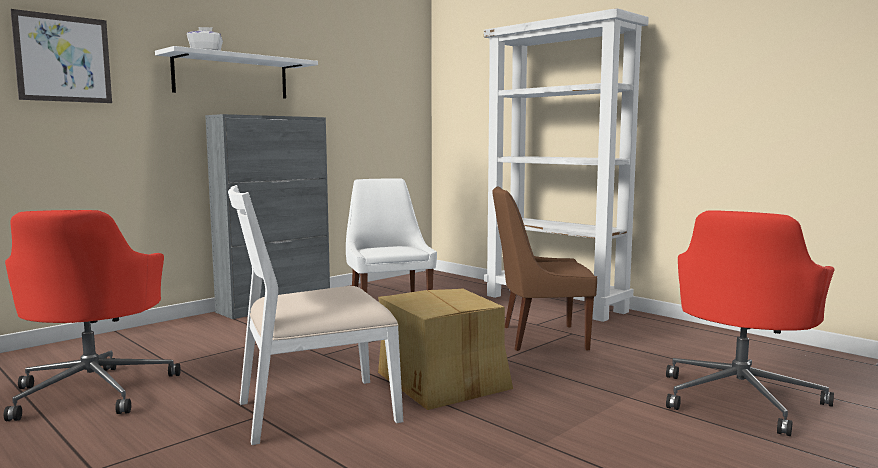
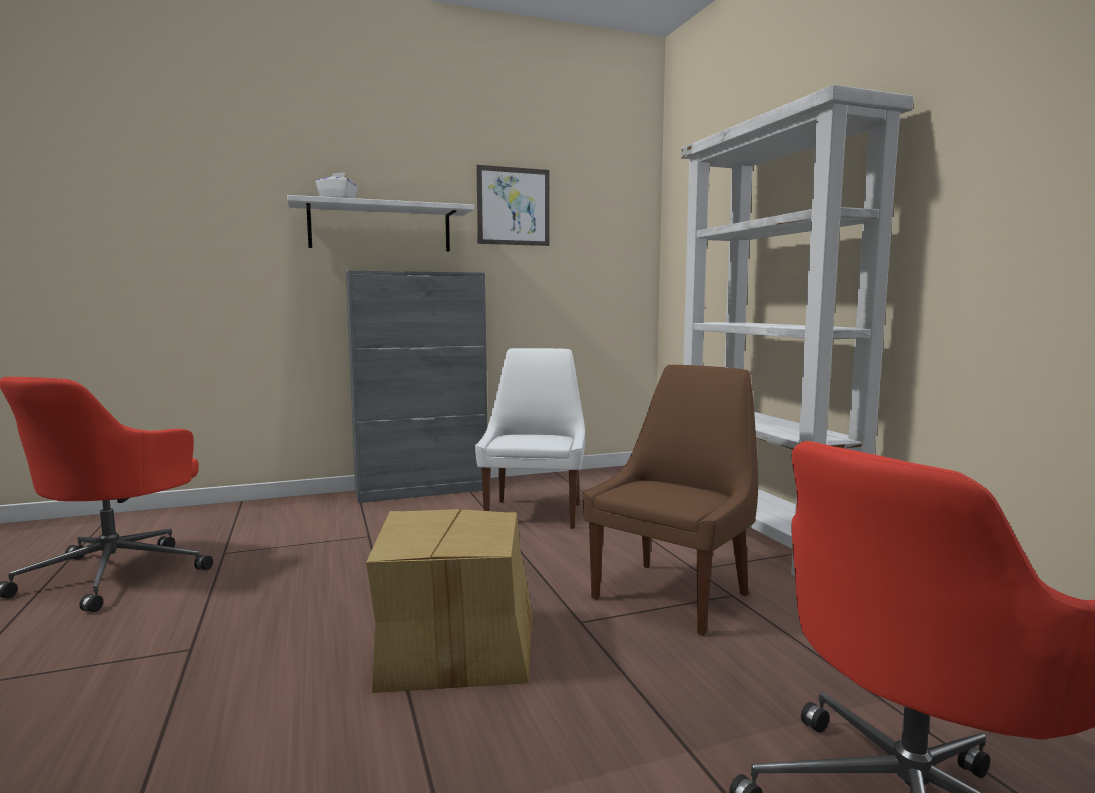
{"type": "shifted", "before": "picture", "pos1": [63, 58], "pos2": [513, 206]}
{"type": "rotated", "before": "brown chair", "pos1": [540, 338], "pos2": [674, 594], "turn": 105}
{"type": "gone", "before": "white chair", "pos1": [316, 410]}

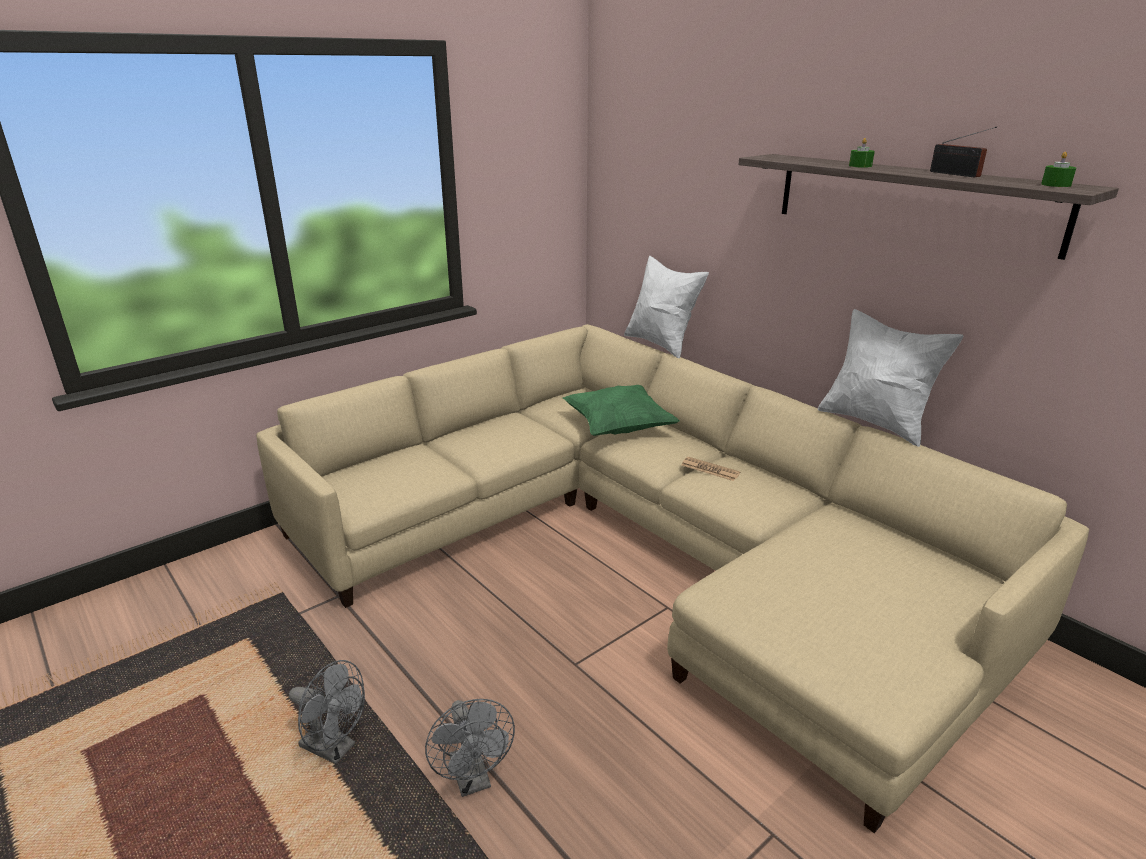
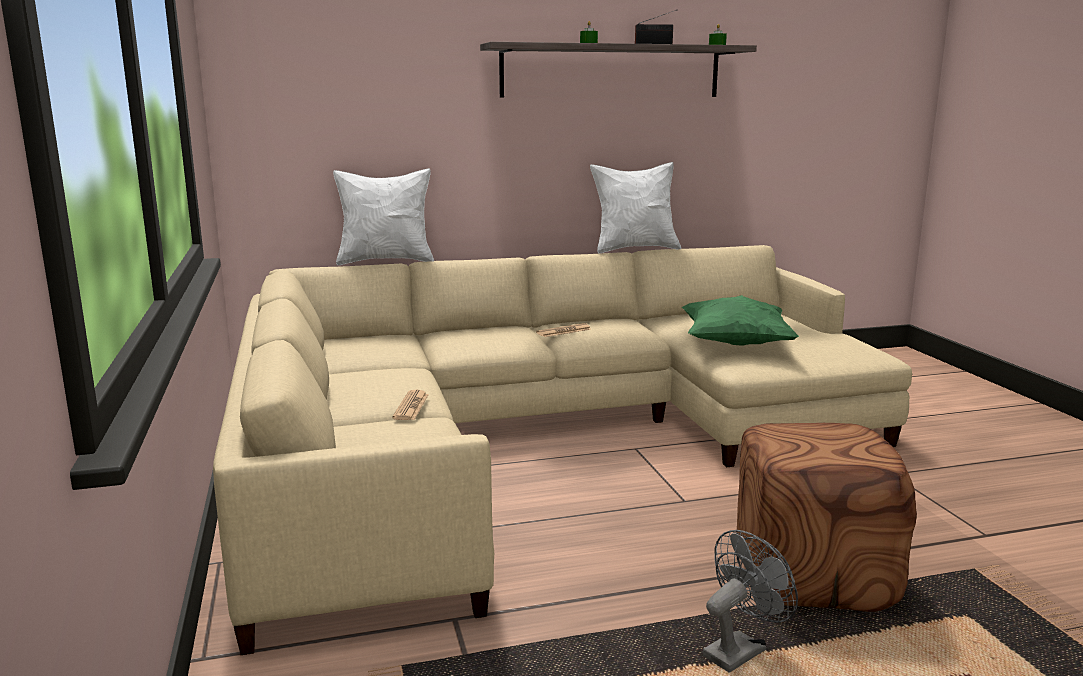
{"type": "new", "after": "newspaper", "pos2": [411, 406]}
{"type": "shifted", "before": "green pillow", "pos1": [618, 428], "pos2": [735, 344]}
{"type": "swapped", "before": "grey fan", "after": "brown ottoman", "pos1": [473, 780], "pos2": [810, 574]}

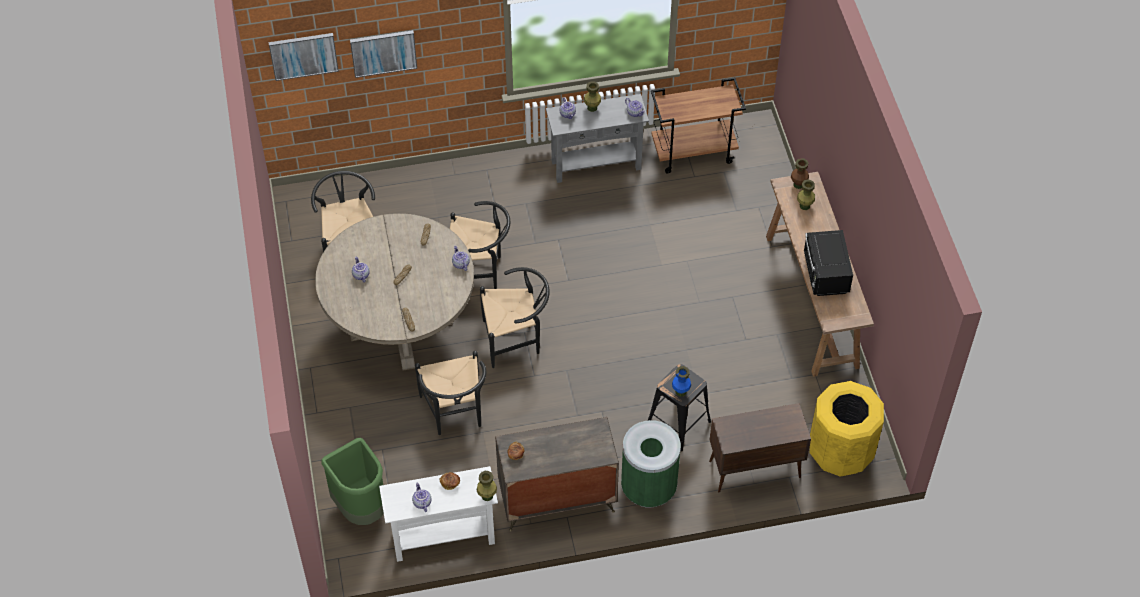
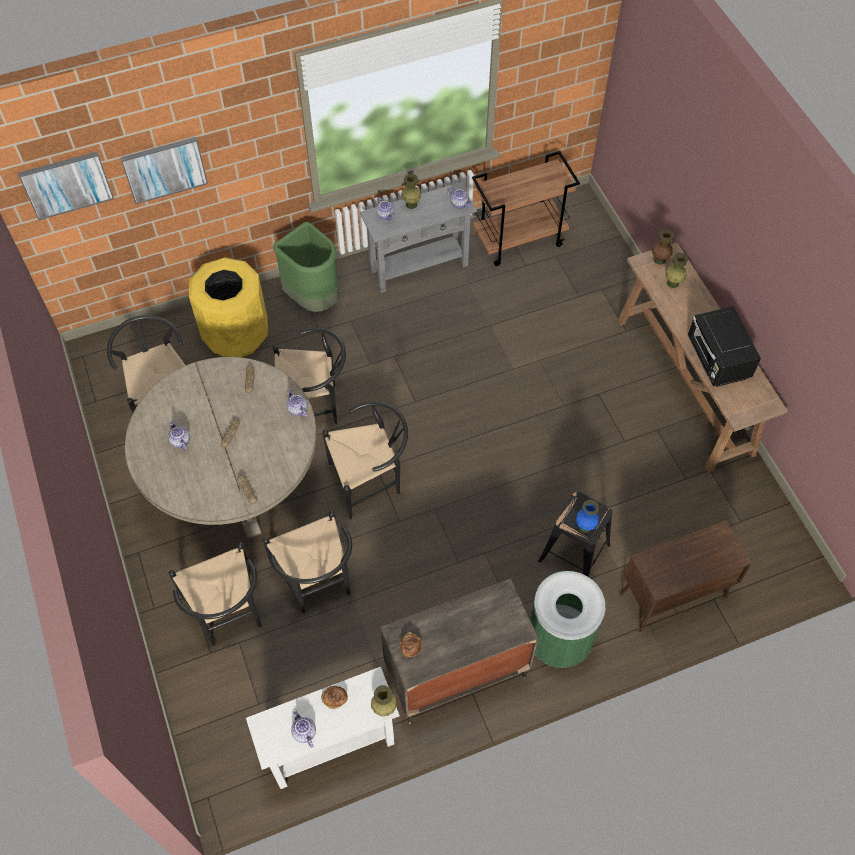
{"type": "new", "after": "black chair", "pos2": [229, 615]}
{"type": "shifted", "before": "yellow trash can", "pos1": [840, 452], "pos2": [236, 335]}
{"type": "shifted", "before": "green trash can", "pos1": [361, 507], "pos2": [314, 299]}

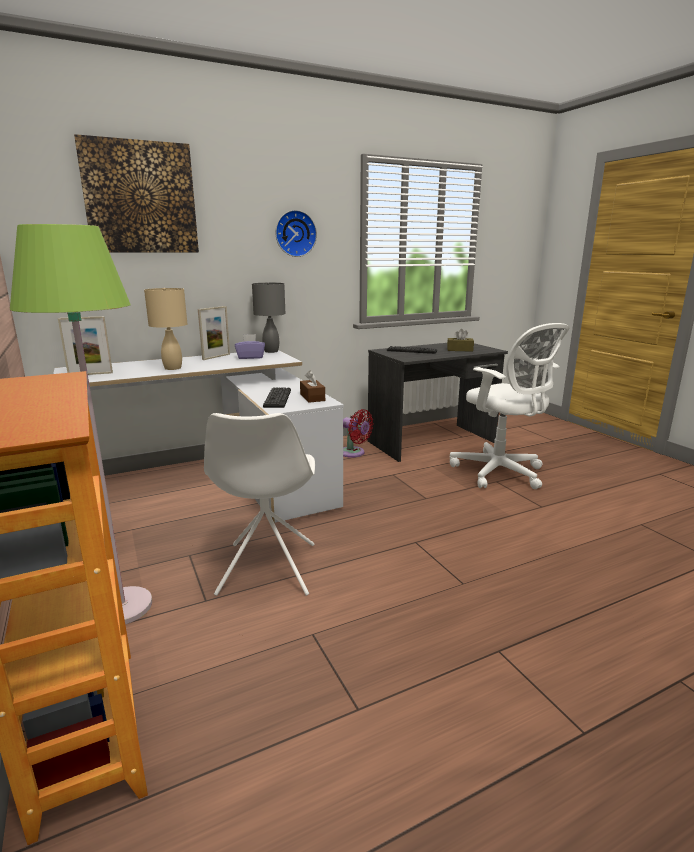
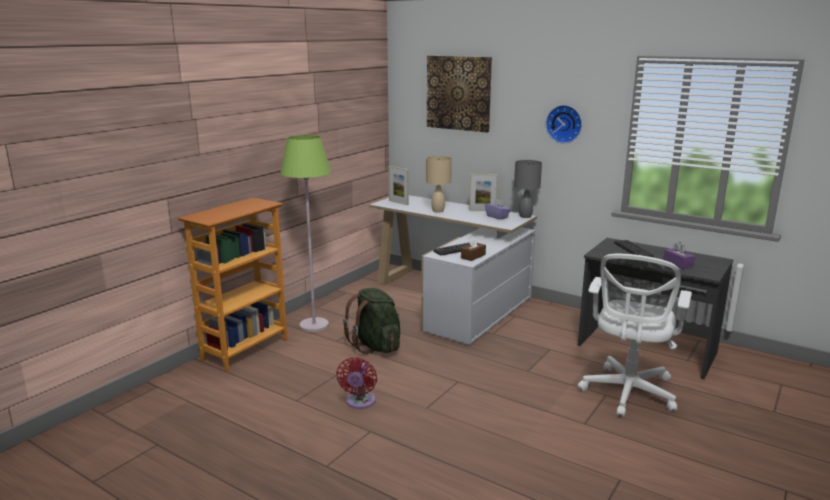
{"type": "shifted", "before": "red fan", "pos1": [354, 453], "pos2": [359, 402]}
{"type": "swapped", "before": "white chair", "after": "green backpack", "pos1": [267, 570], "pos2": [376, 346]}
{"type": "repainted", "before": "brown tissue box", "after": "purple tissue box", "pos1": [460, 350], "pos2": [678, 263]}

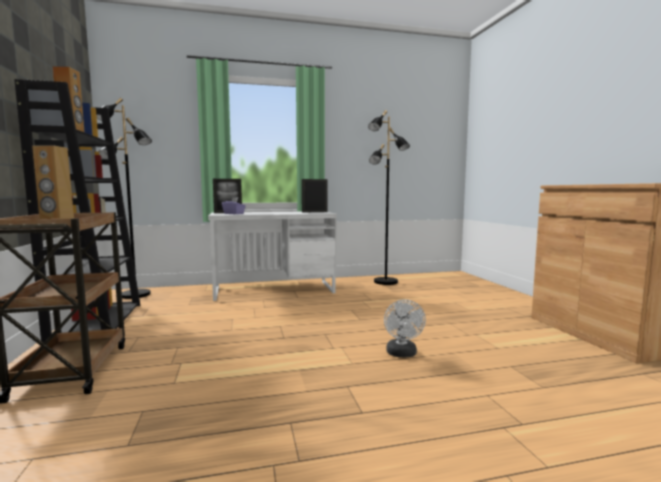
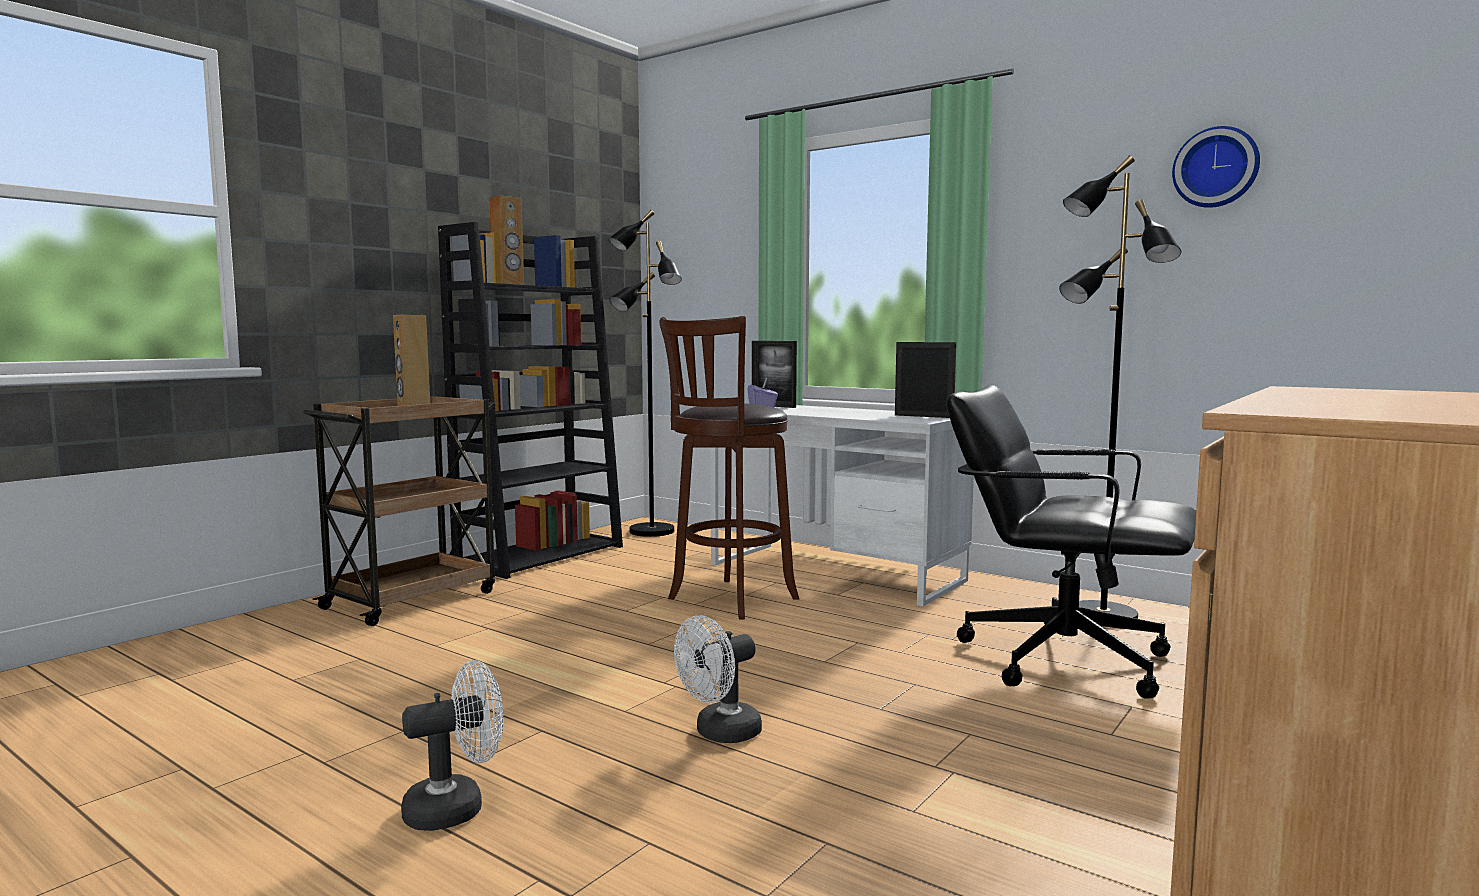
{"type": "new", "after": "white fan", "pos2": [457, 808]}
{"type": "new", "after": "brown stool", "pos2": [728, 600]}
{"type": "new", "after": "black office chair", "pos2": [1062, 658]}
{"type": "new", "after": "wall clock", "pos2": [1216, 168]}

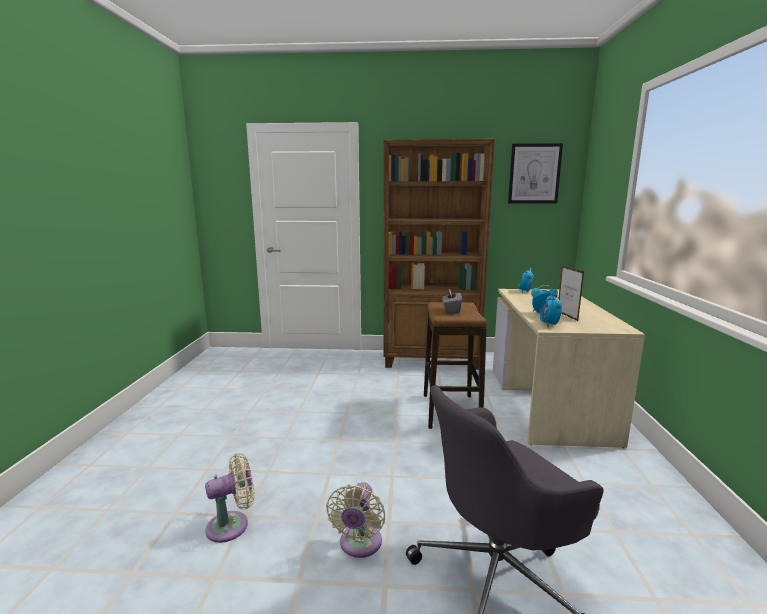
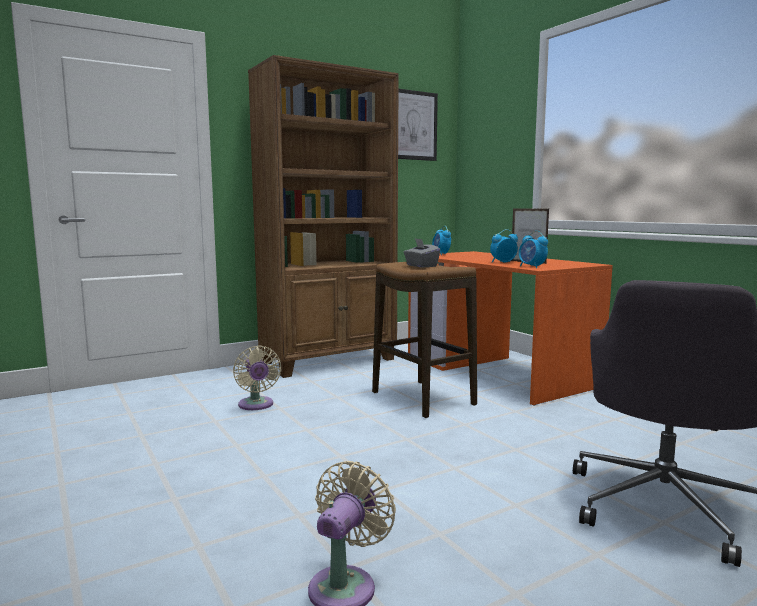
{"type": "shifted", "before": "beige fan", "pos1": [359, 545], "pos2": [256, 405]}
{"type": "repainted", "before": "beige desk", "after": "orange desk", "pos1": [549, 402], "pos2": [498, 371]}

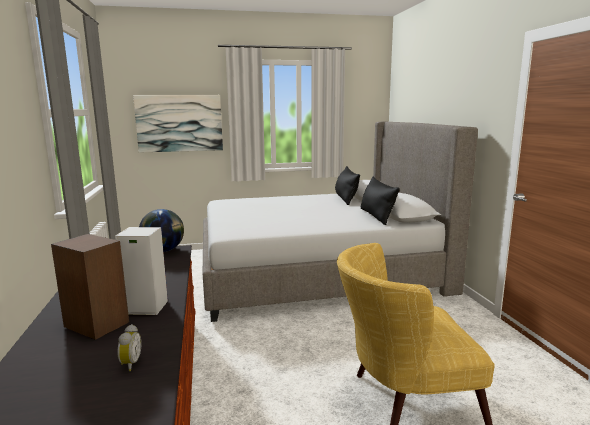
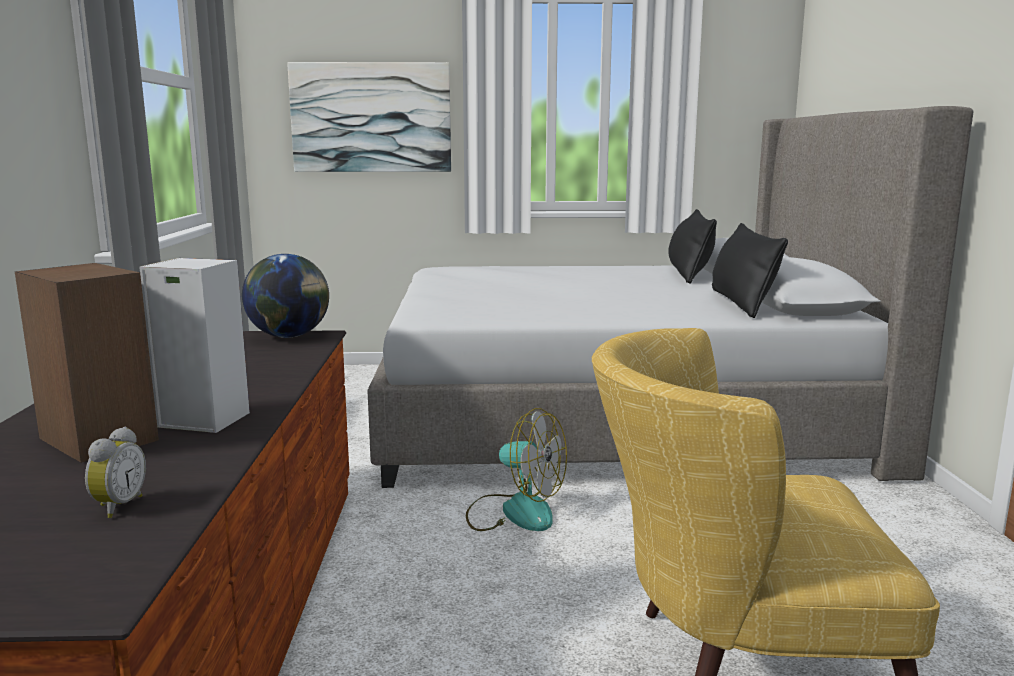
{"type": "new", "after": "fan", "pos2": [514, 512]}

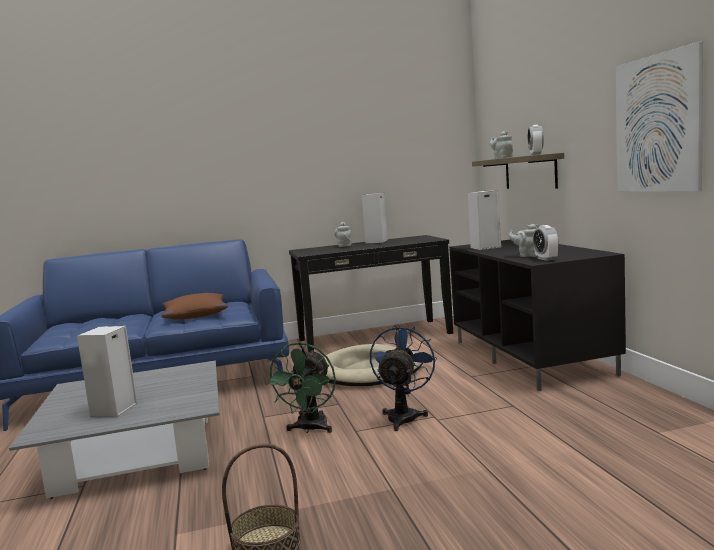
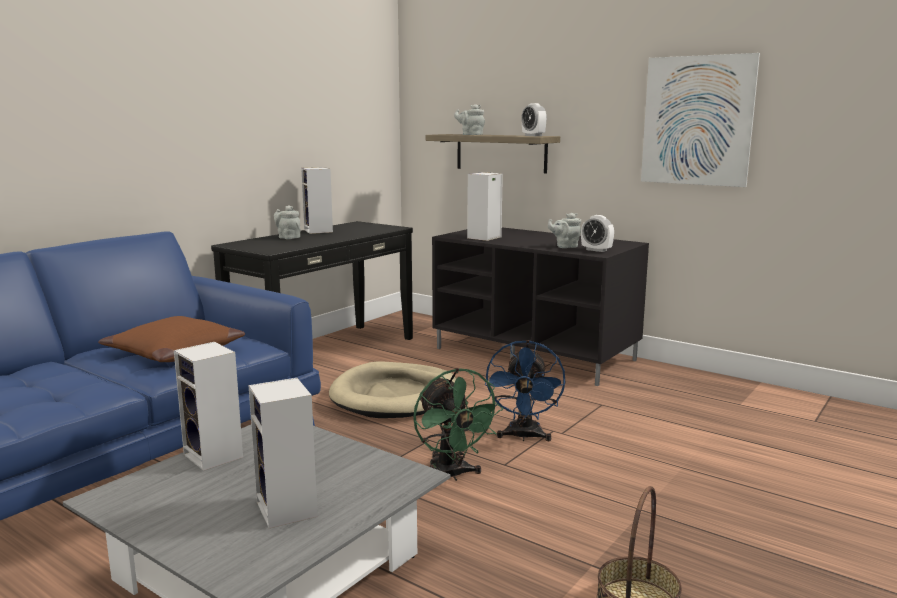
{"type": "new", "after": "speaker", "pos2": [215, 456]}
{"type": "rotated", "before": "blue fan", "pos1": [404, 416], "pos2": [524, 437], "turn": -150}

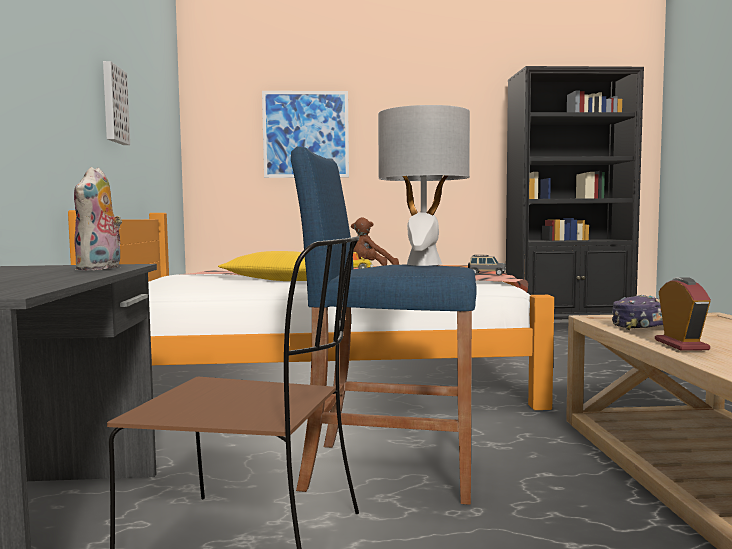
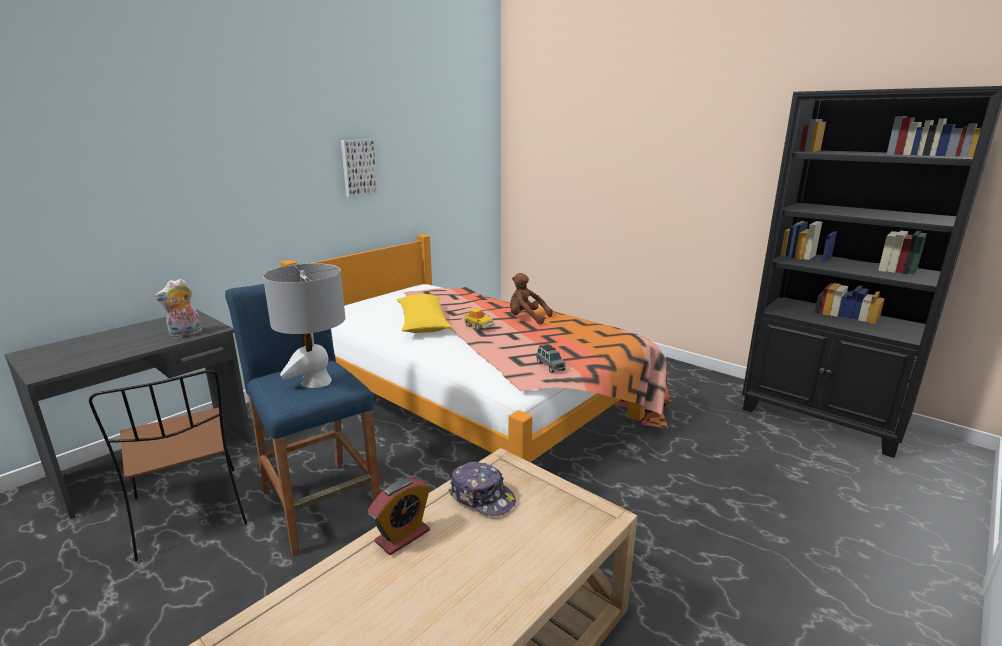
{"type": "gone", "before": "picture", "pos1": [306, 134]}

